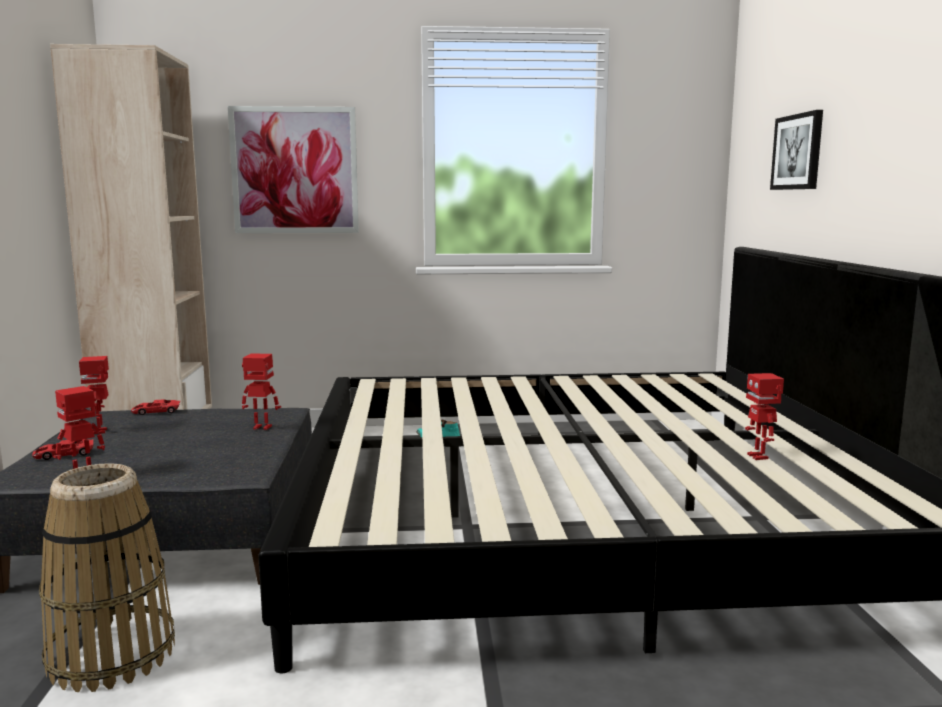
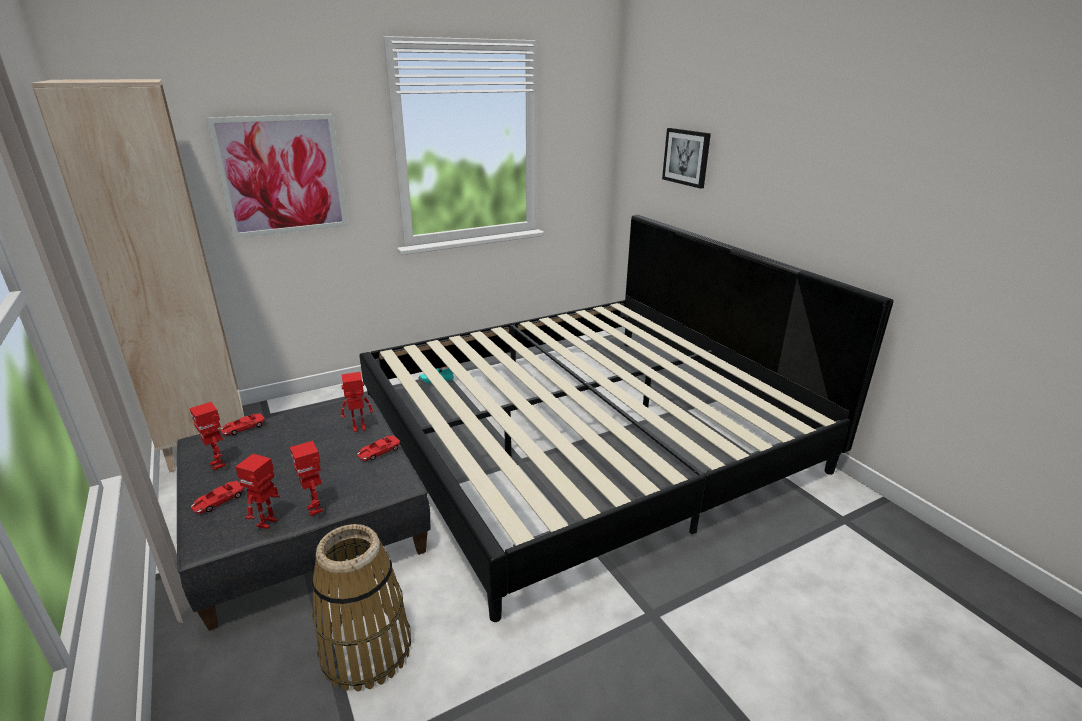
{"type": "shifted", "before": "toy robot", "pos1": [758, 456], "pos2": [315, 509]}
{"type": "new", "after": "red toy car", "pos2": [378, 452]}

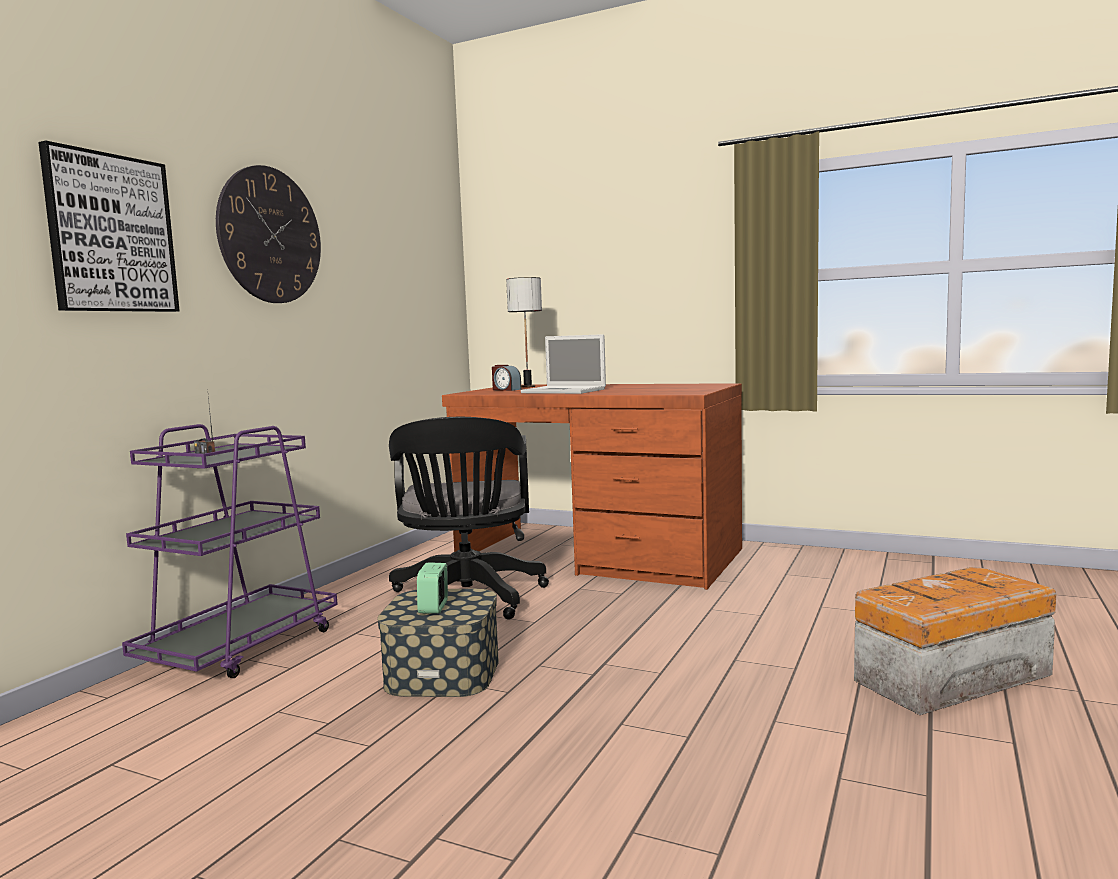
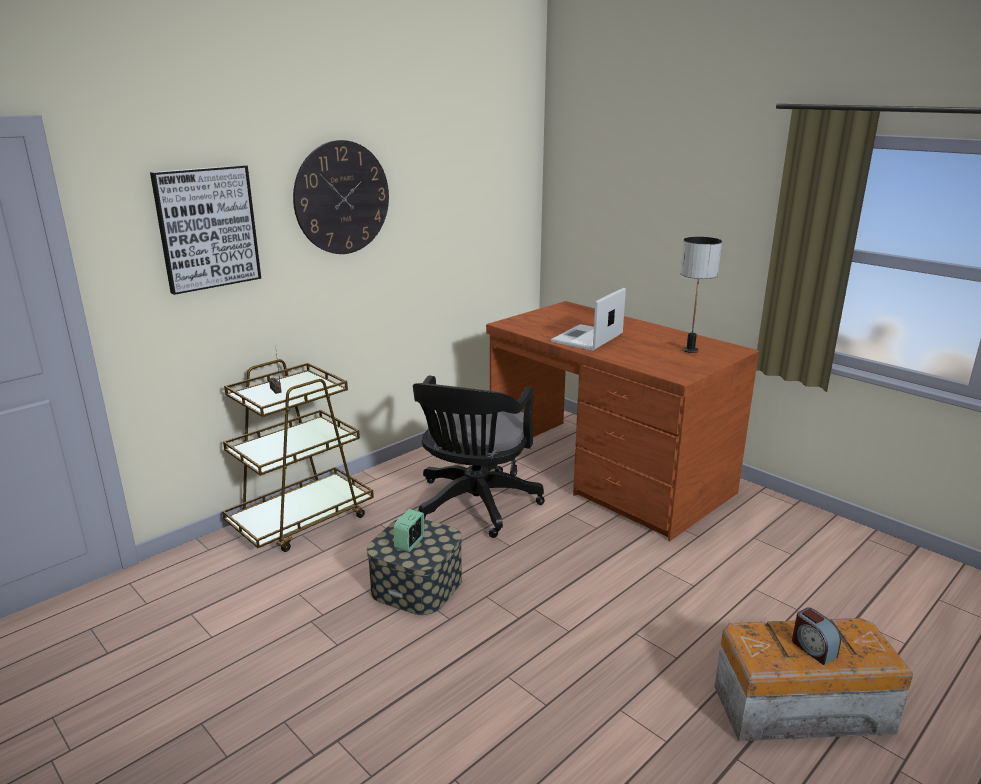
{"type": "repainted", "before": "purple cart", "after": "brown cart", "pos1": [241, 647], "pos2": [302, 520]}
{"type": "rotated", "before": "laptop", "pos1": [565, 391], "pos2": [586, 339], "turn": 75}
{"type": "shifted", "before": "table lamp", "pos1": [528, 387], "pos2": [690, 350]}
{"type": "shifted", "before": "alarm clock", "pos1": [506, 389], "pos2": [813, 648]}

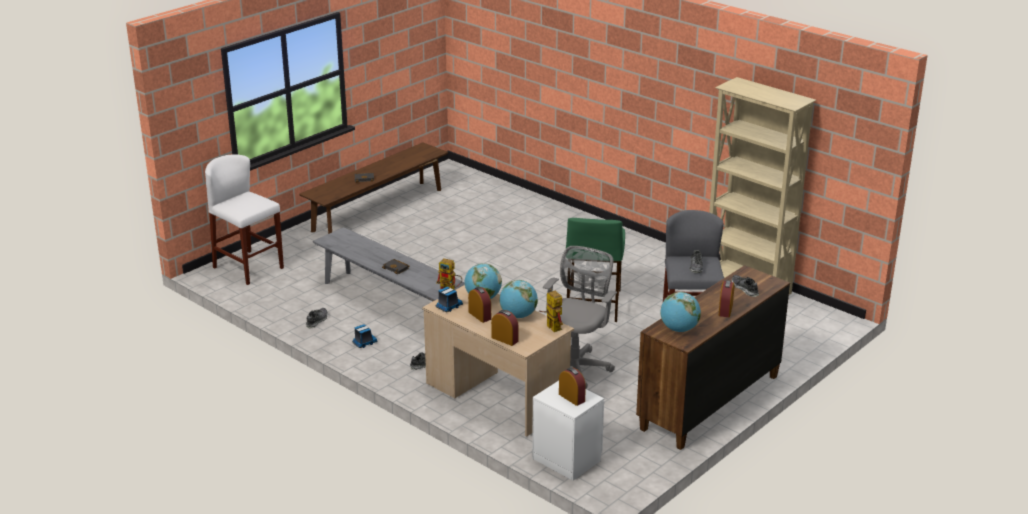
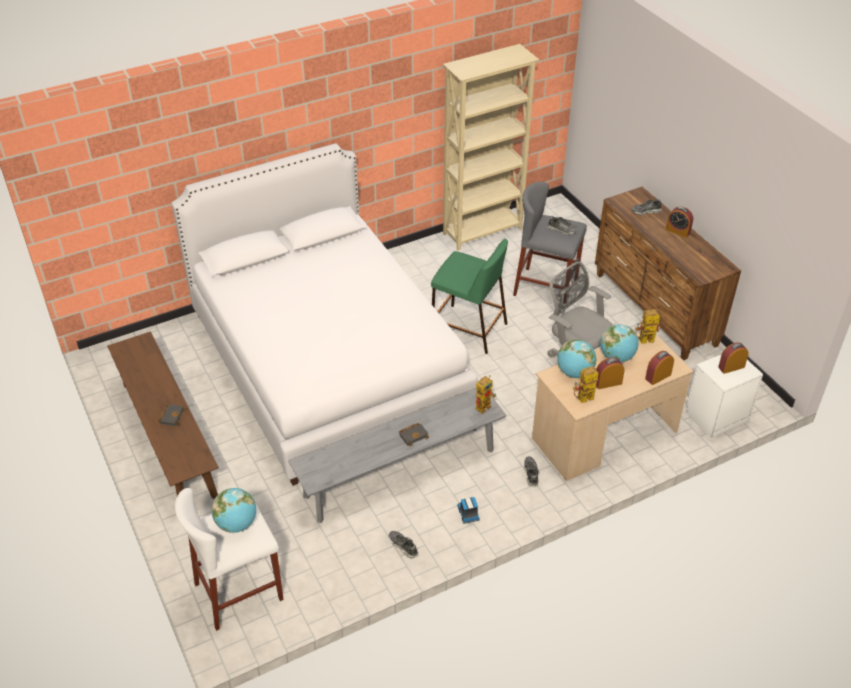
{"type": "new", "after": "white bed", "pos2": [327, 363]}
{"type": "shifted", "before": "globe", "pos1": [679, 329], "pos2": [237, 524]}
{"type": "swapped", "before": "toy truck", "after": "toy robot", "pos1": [449, 306], "pos2": [583, 400]}

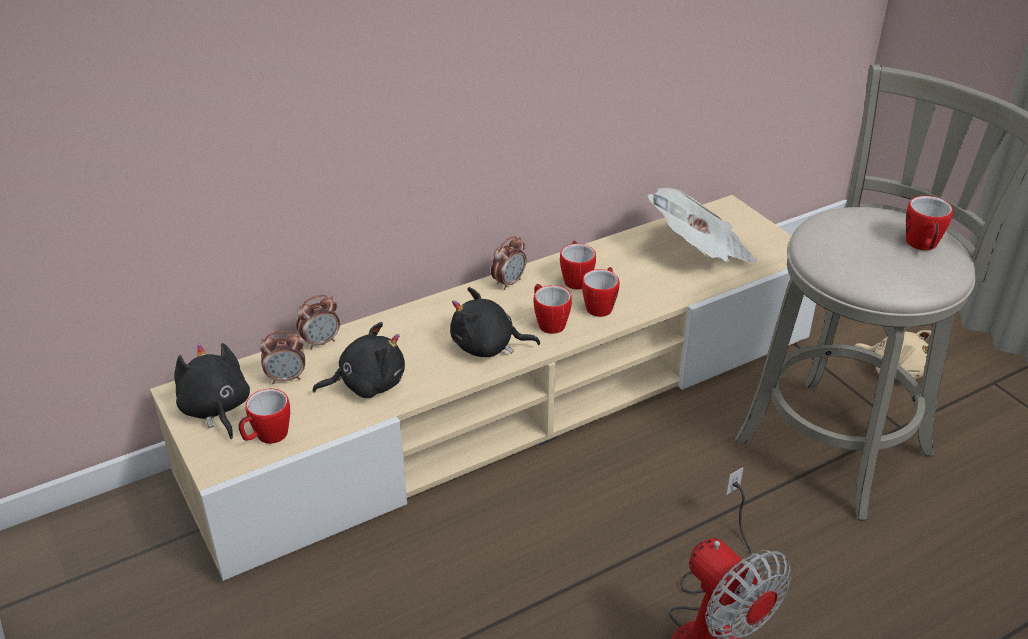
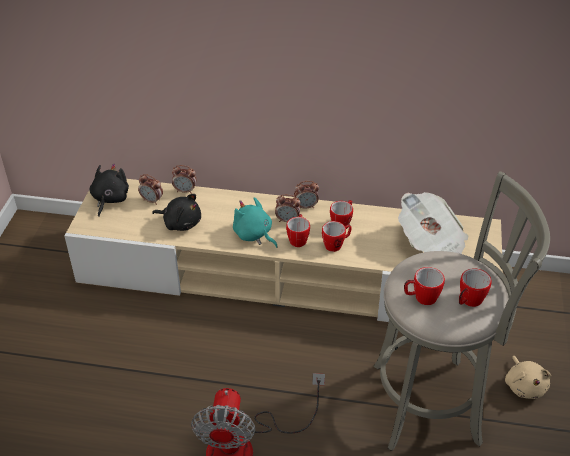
{"type": "repainted", "before": "black plush toy", "after": "turquoise plush toy", "pos1": [487, 347], "pos2": [254, 235]}
{"type": "new", "after": "alarm clock", "pos2": [287, 220]}
{"type": "shifted", "before": "mug", "pos1": [267, 437], "pos2": [421, 298]}

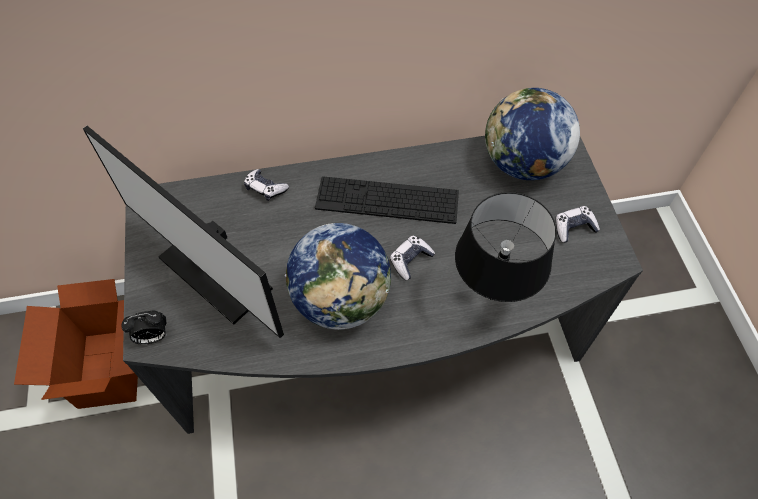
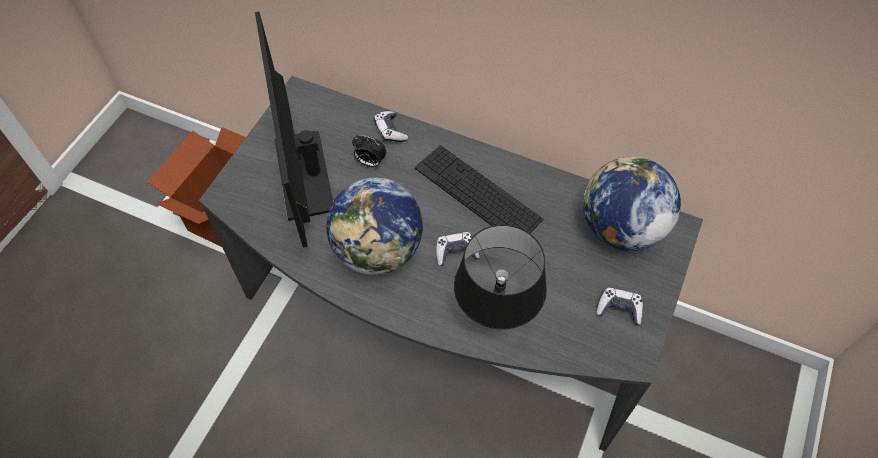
{"type": "shifted", "before": "alarm clock", "pos1": [152, 337], "pos2": [370, 162]}

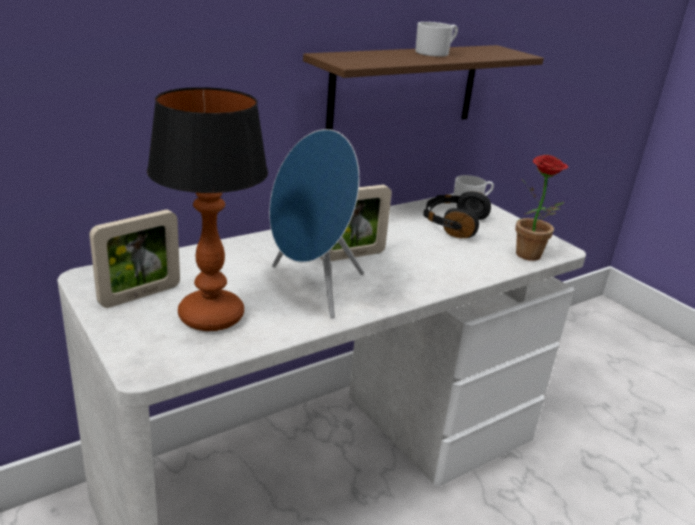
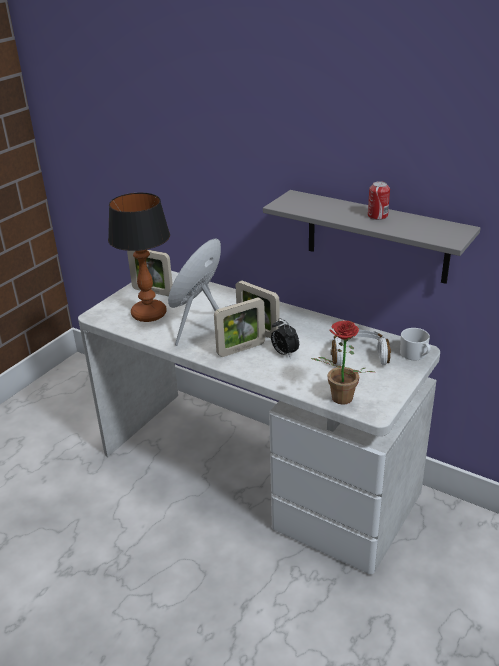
{"type": "new", "after": "picture frame", "pos2": [241, 349]}
{"type": "repainted", "before": "brown shelf", "after": "grey shelf", "pos1": [404, 88], "pos2": [376, 237]}
{"type": "new", "after": "alarm clock", "pos2": [284, 353]}
{"type": "repainted", "before": "black headphones", "after": "white headphones", "pos1": [453, 224], "pos2": [358, 356]}
{"type": "swapped", "before": "white mug", "after": "can", "pos1": [435, 53], "pos2": [377, 216]}

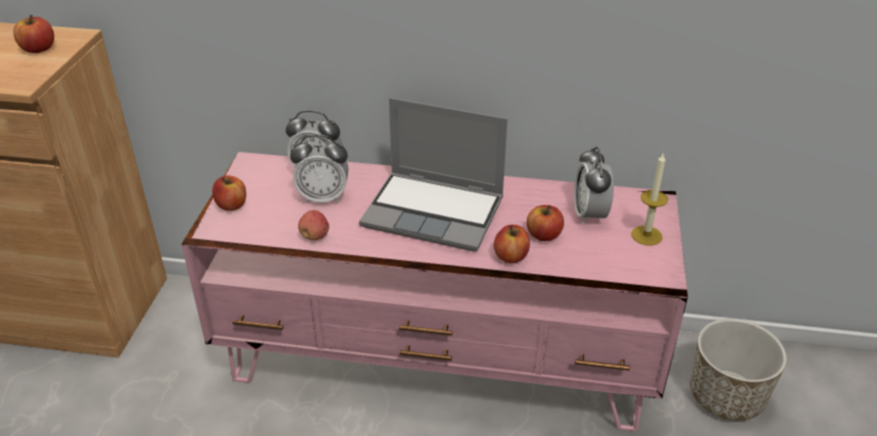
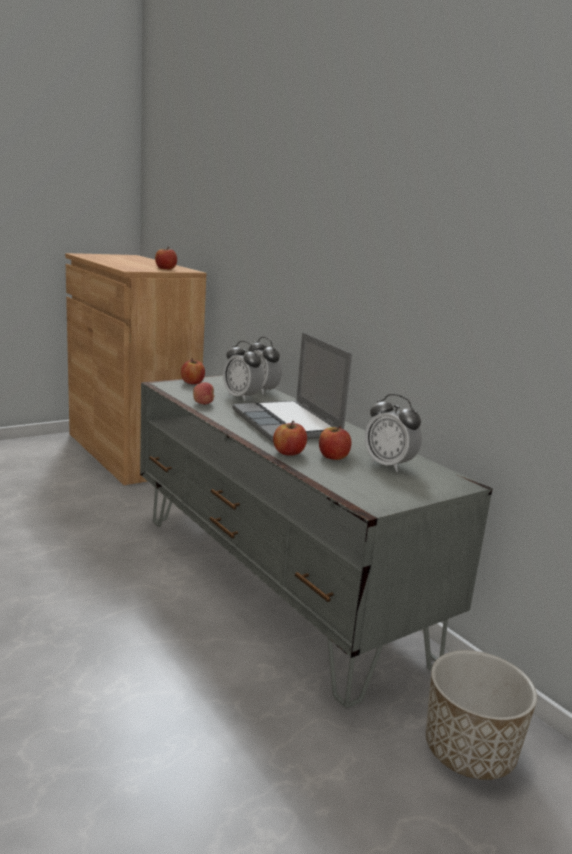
{"type": "repainted", "before": "pink tv stand", "after": "grey tv stand", "pos1": [439, 361], "pos2": [274, 583]}
{"type": "rotated", "before": "alarm clock", "pos1": [589, 215], "pos2": [389, 465], "turn": -90}
{"type": "gone", "before": "candle", "pos1": [646, 235]}

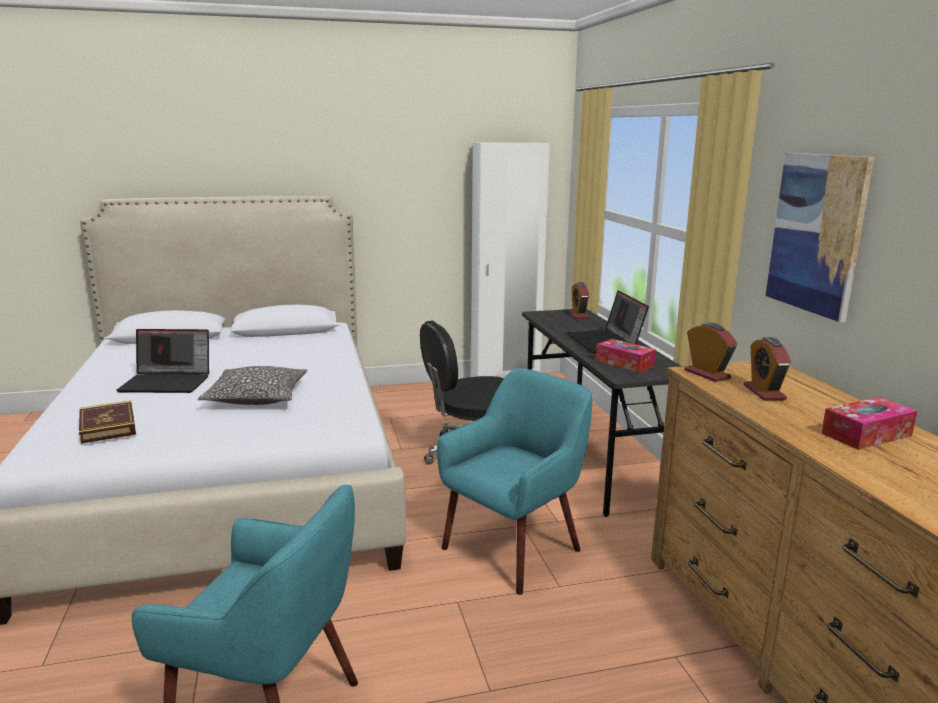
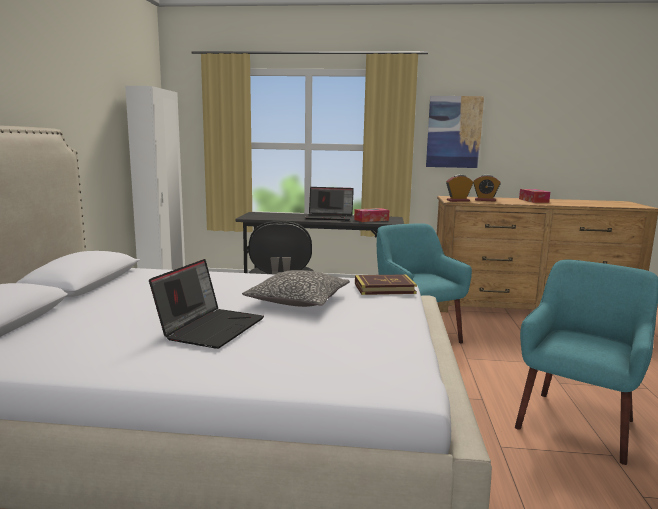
{"type": "shifted", "before": "book", "pos1": [108, 426], "pos2": [384, 288]}
{"type": "gone", "before": "alarm clock", "pos1": [578, 315]}

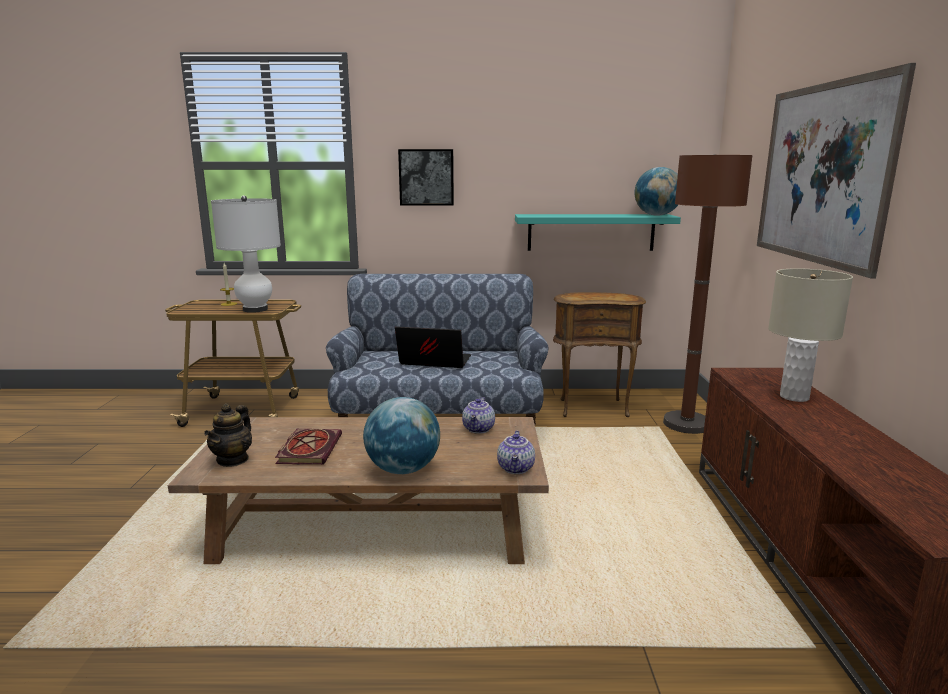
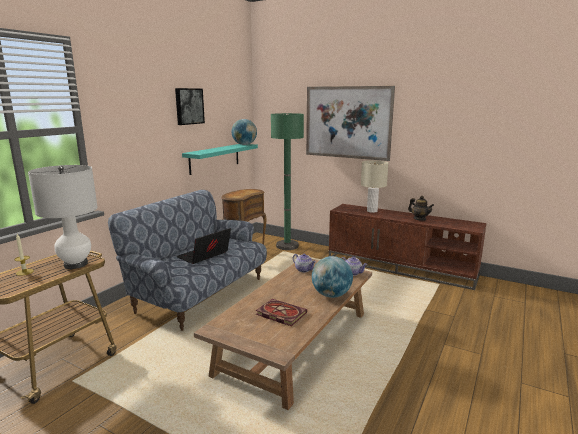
{"type": "shifted", "before": "picture", "pos1": [426, 177], "pos2": [188, 106]}
{"type": "repainted", "before": "brown floor lamp", "after": "green floor lamp", "pos1": [686, 424], "pos2": [287, 246]}
{"type": "shifted", "before": "teapot", "pos1": [233, 460], "pos2": [419, 219]}

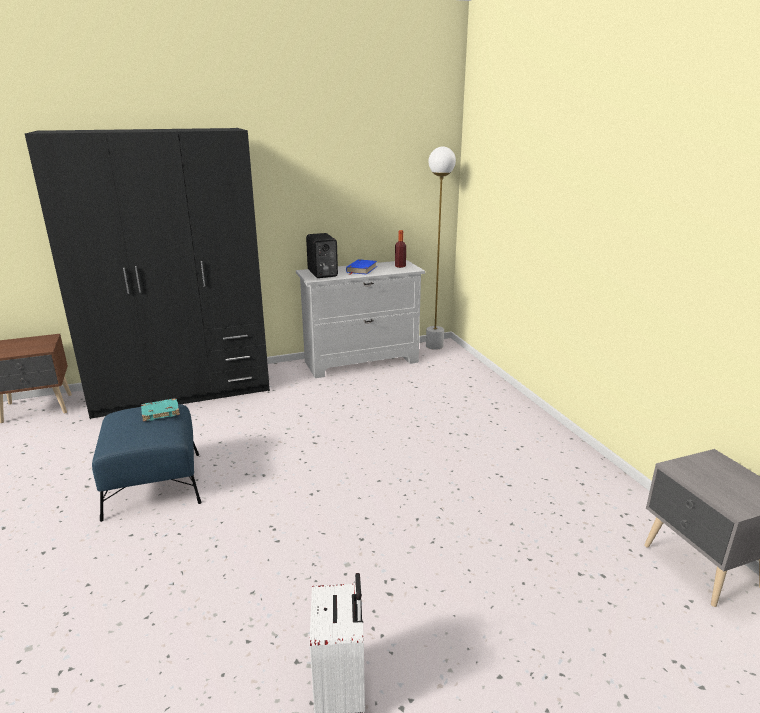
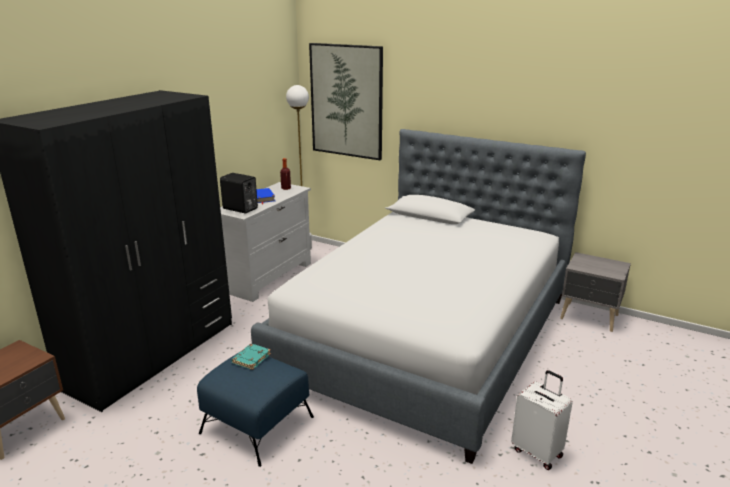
{"type": "new", "after": "bed", "pos2": [426, 336]}
{"type": "new", "after": "picture", "pos2": [346, 101]}

